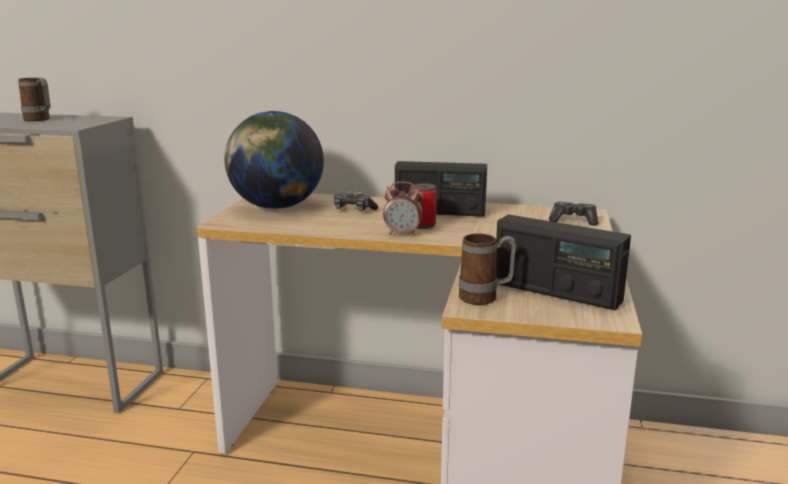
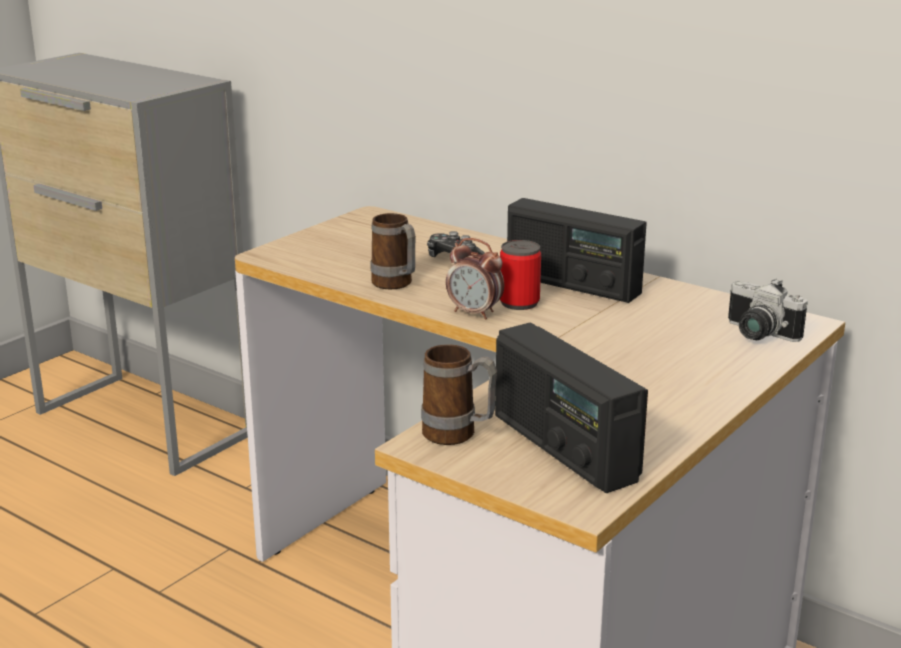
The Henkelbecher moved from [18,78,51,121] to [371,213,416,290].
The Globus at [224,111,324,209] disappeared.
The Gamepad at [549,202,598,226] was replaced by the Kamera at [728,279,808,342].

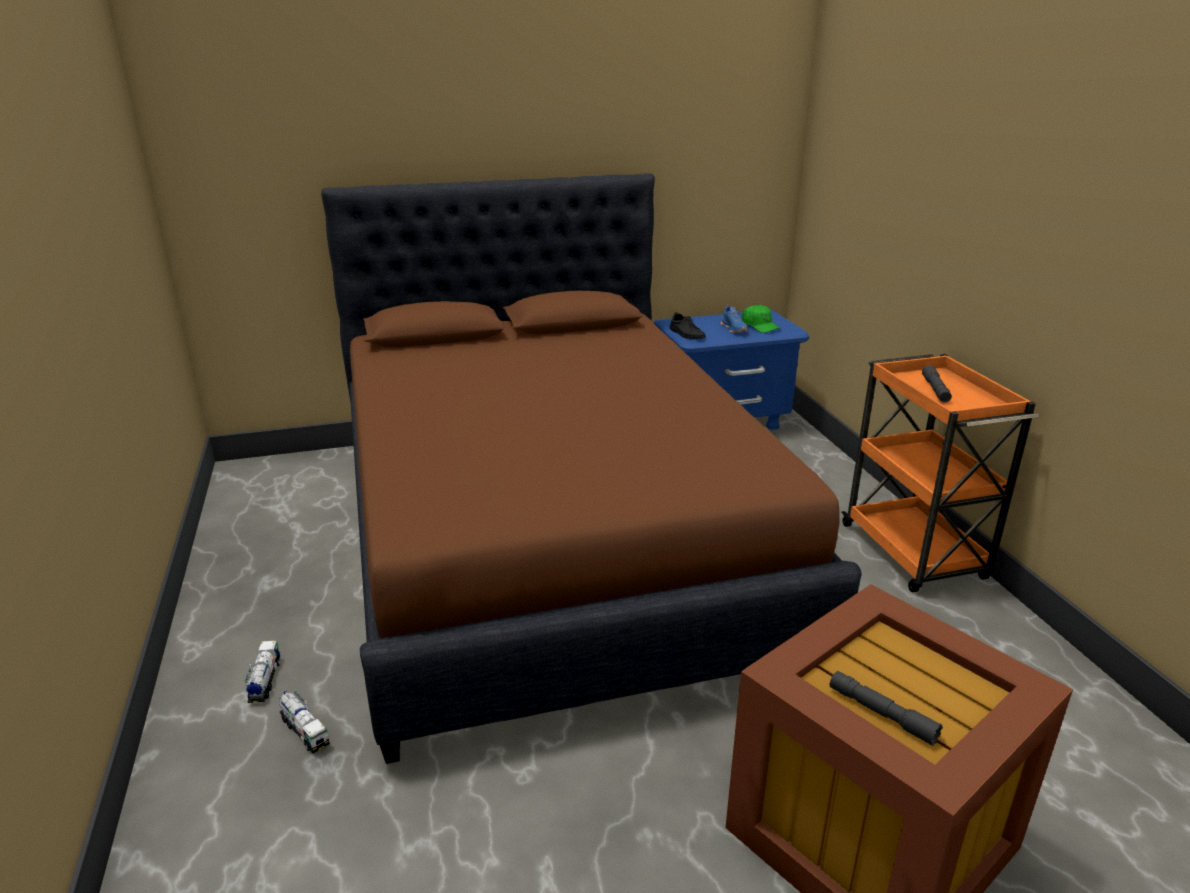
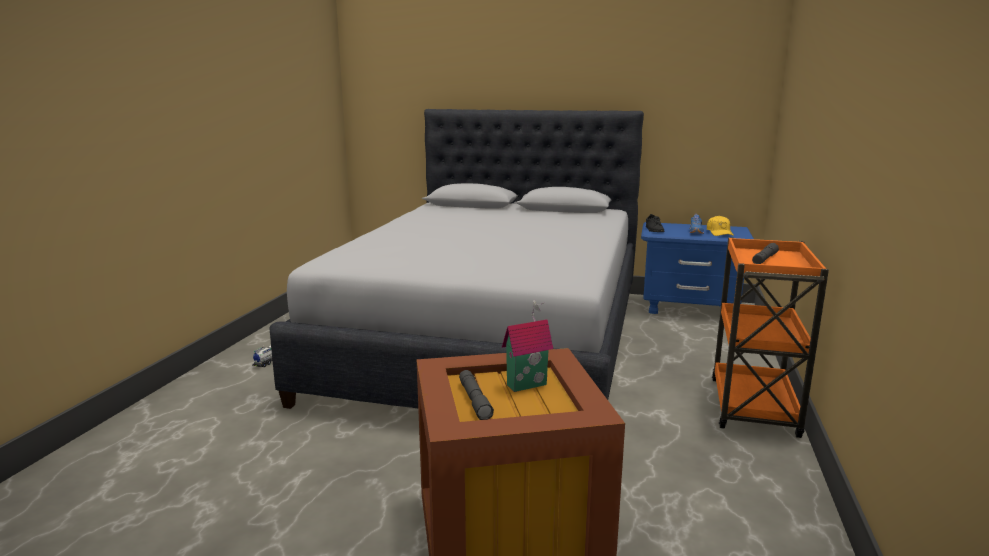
The Bett/braun at [321,173,862,764] became the Bett/grau at [269,109,644,409].
The Kappe/grün at [742,304,780,333] became the Kappe/gelb at [707,215,734,236].
The Spielzeuglaster at [279,689,330,753] disappeared.
The Spielzeughaus at [502,300,553,392] appeared.

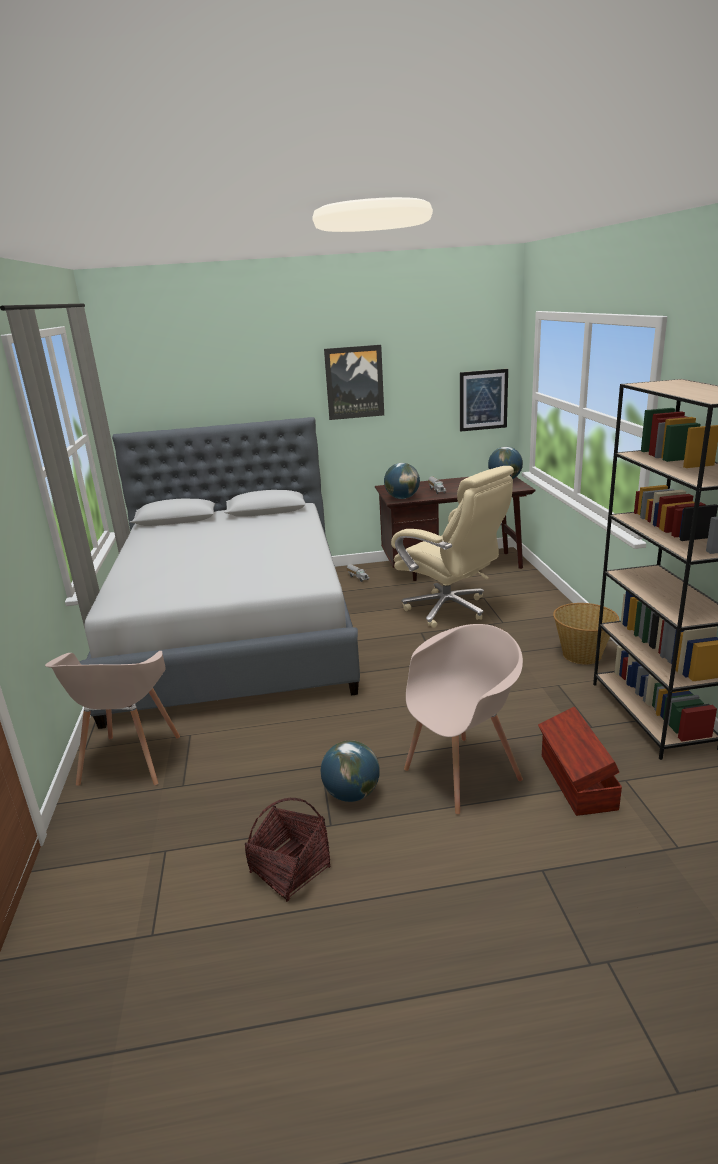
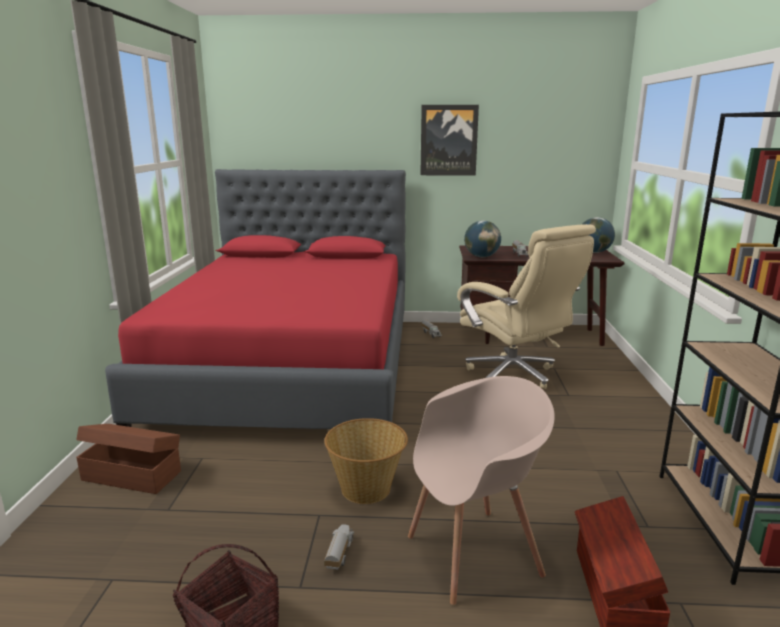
The Bild at [460,369,508,432] disappeared.
The Bett/grau at [79,417,360,729] became the Bett/rot at [105,169,406,429].
The Korb moved from [553,603,619,665] to [324,418,408,504].
The Stuhl/beige at [45,651,180,786] was replaced by the Aufbewahrungsbox/braun at [76,424,181,494].
The Globus at [321,740,380,802] was replaced by the Spielzeuglaster at [324,524,354,570].

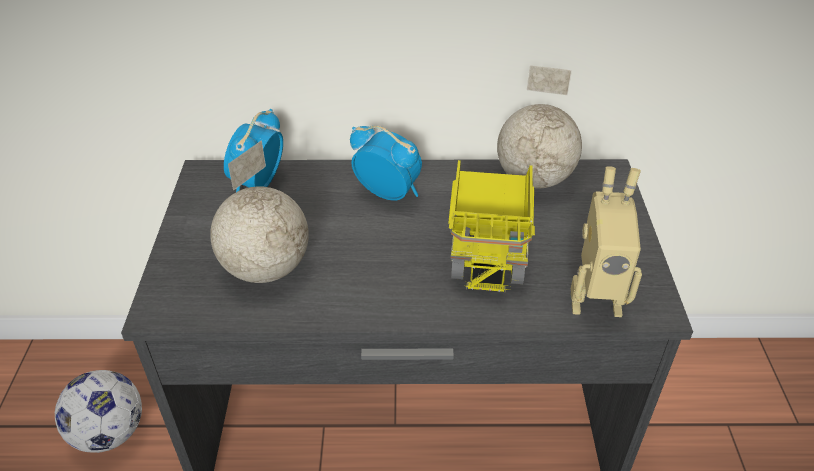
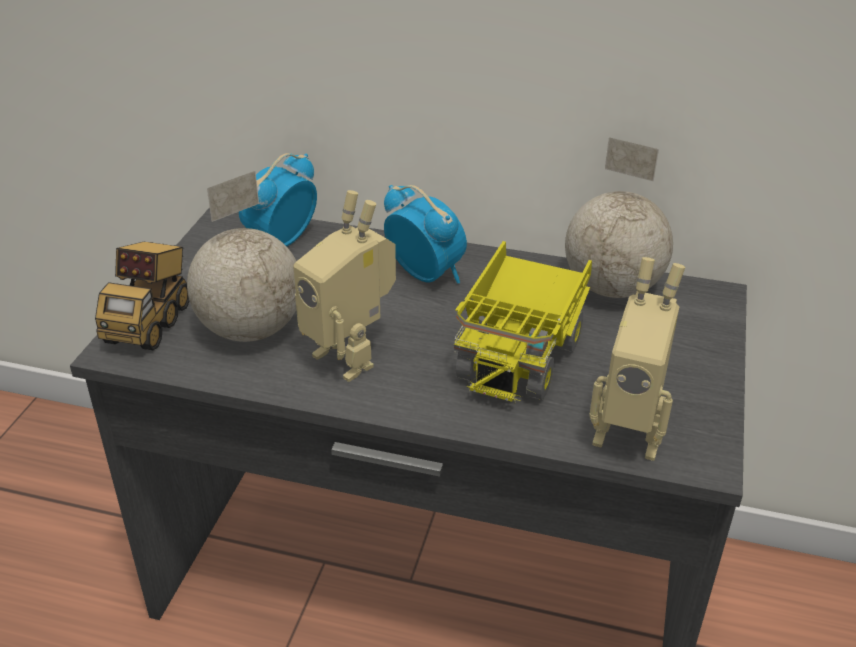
The Fußball at [55,370,142,453] disappeared.
The Spielzeugroboter at [294,190,396,382] appeared.
The Spielzeuglaster at [95,242,189,350] appeared.

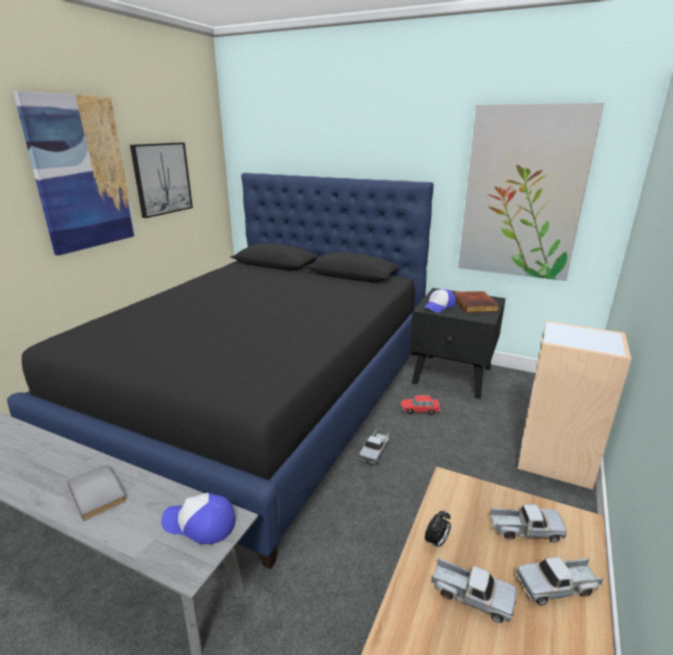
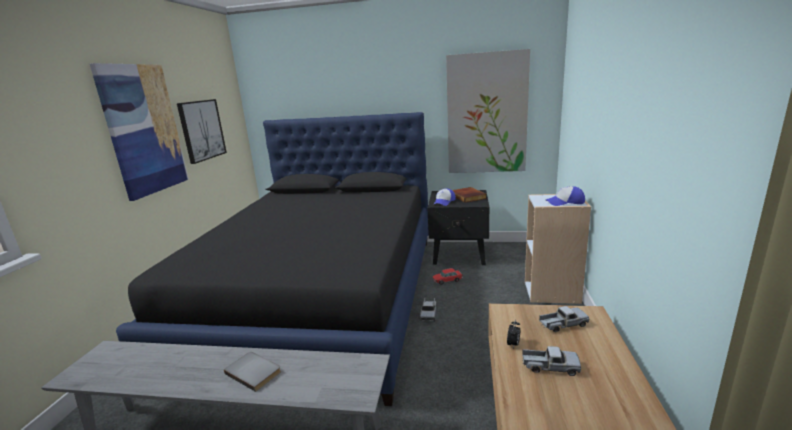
The Kappe moved from [161,493,235,544] to [546,186,585,206].
The Spielzeuglaster at [516,557,604,606] disappeared.

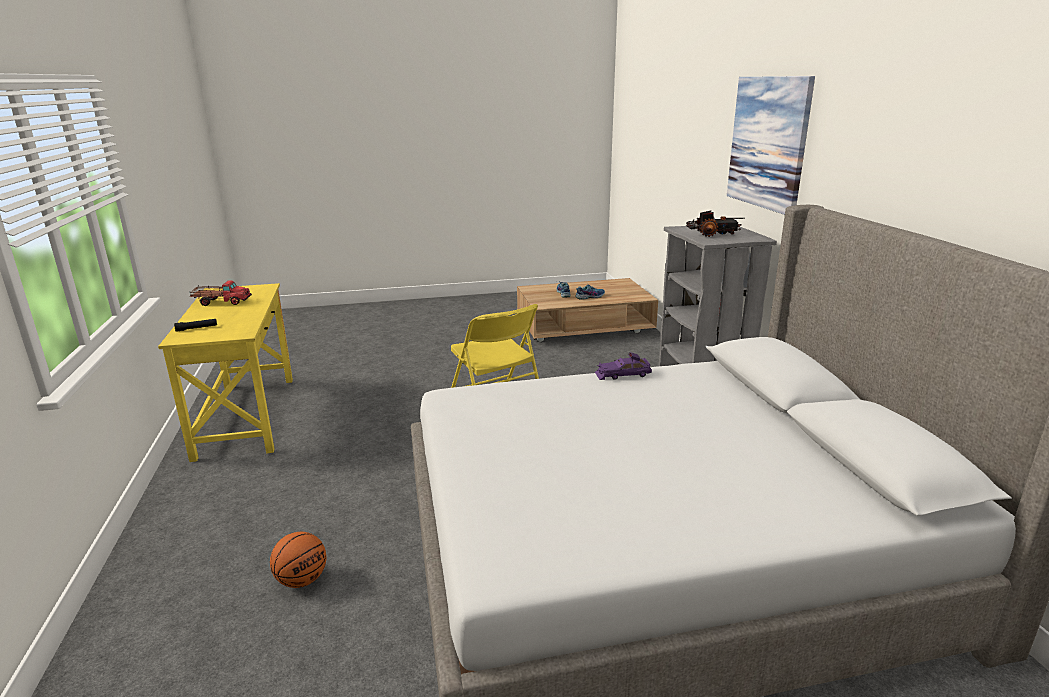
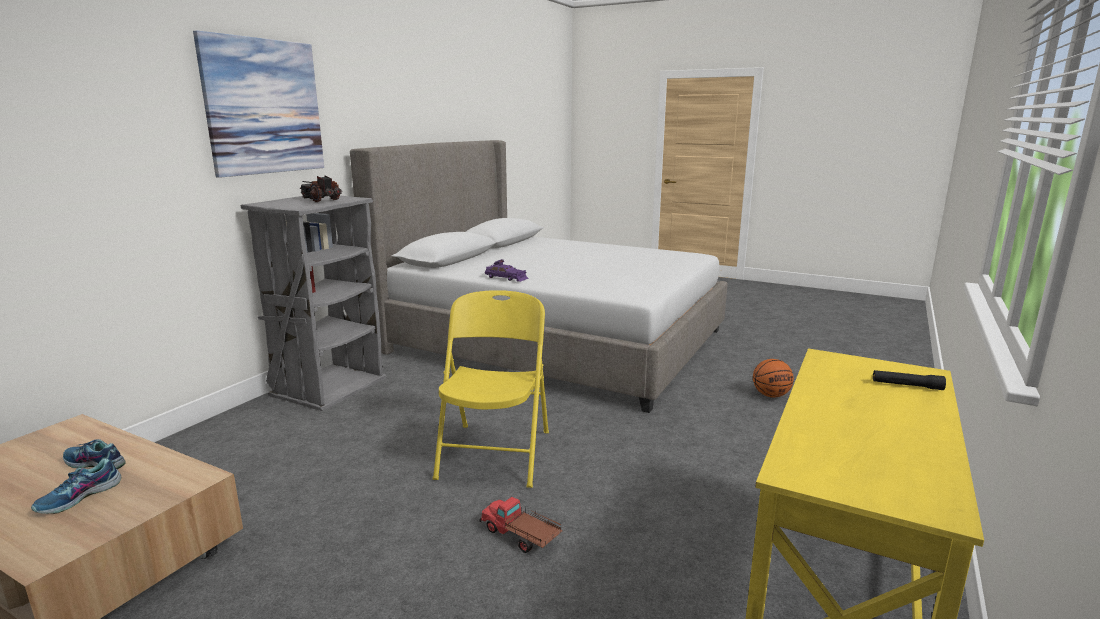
The Spielzeuglaster moved from [190,281,252,306] to [479,497,562,553].

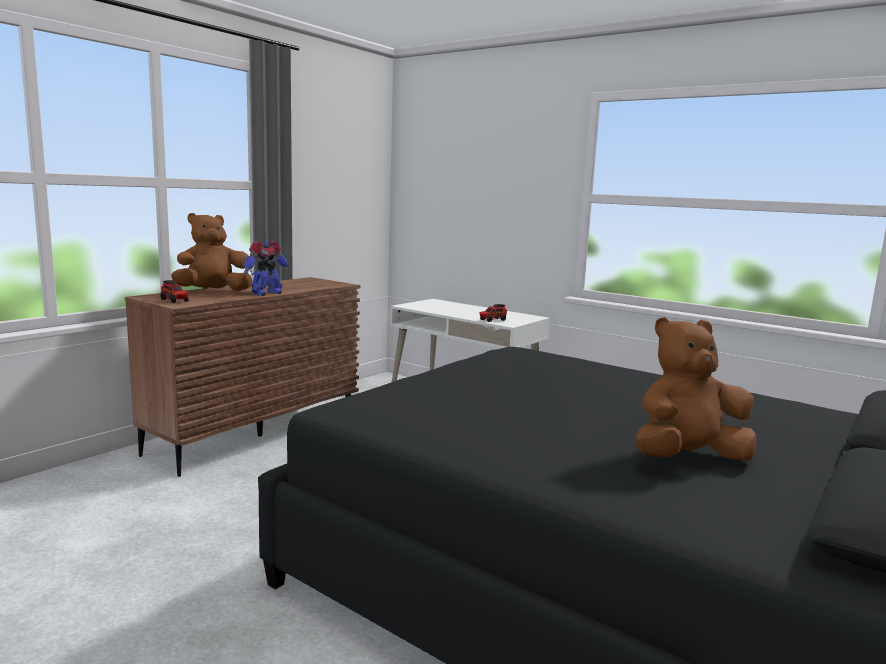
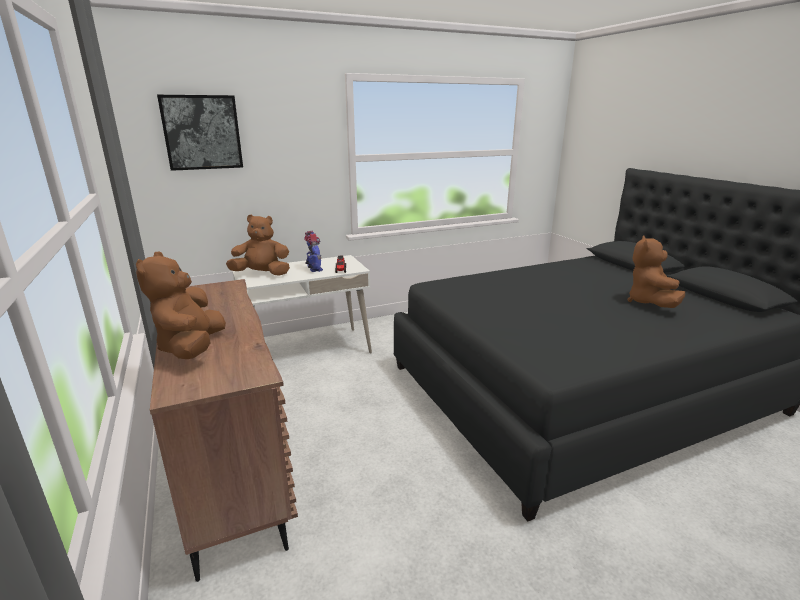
The Spielzeugroboter moved from [244,241,290,296] to [304,231,323,272].
The Spielzeuglaster at [160,280,189,303] disappeared.
The Bild at [157,95,243,171] appeared.
The Plüschtier/braun at [226,214,290,276] appeared.

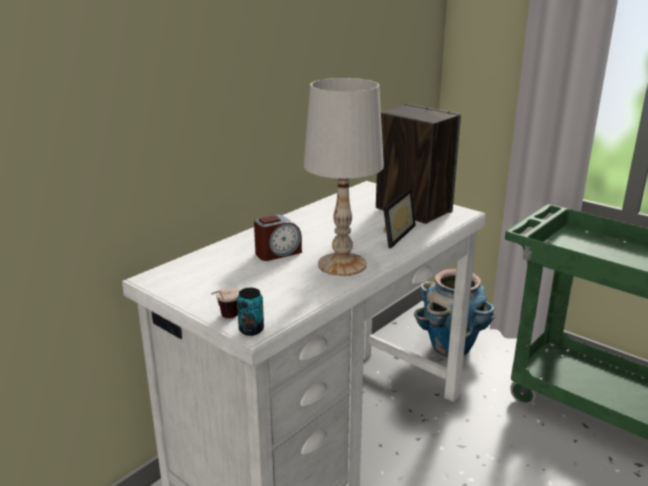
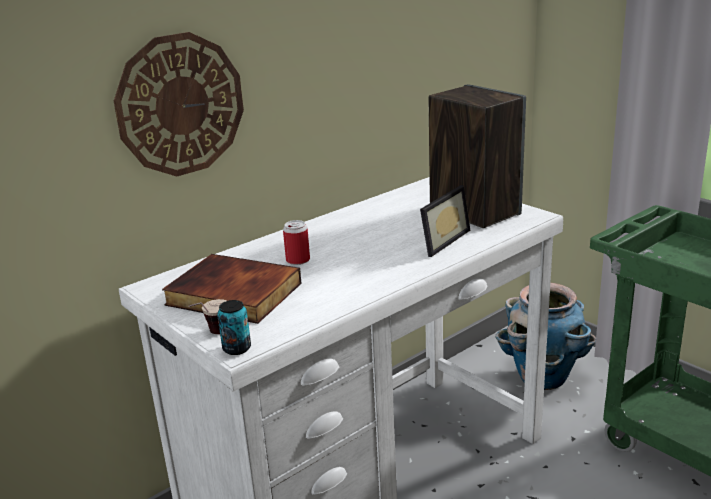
The Tischlampe/weiß at [304,78,384,276] disappeared.
The Wecker at [254,215,302,261] was replaced by the Dose at [283,220,310,265].
The Wanduhr at [114,32,244,177] appeared.
The Buch at [162,254,302,324] appeared.

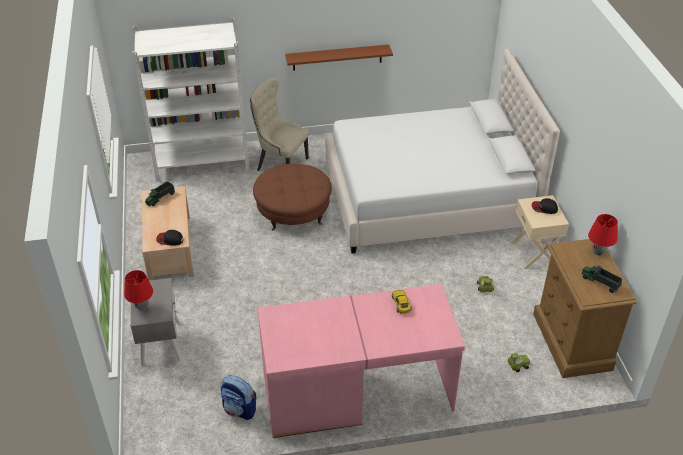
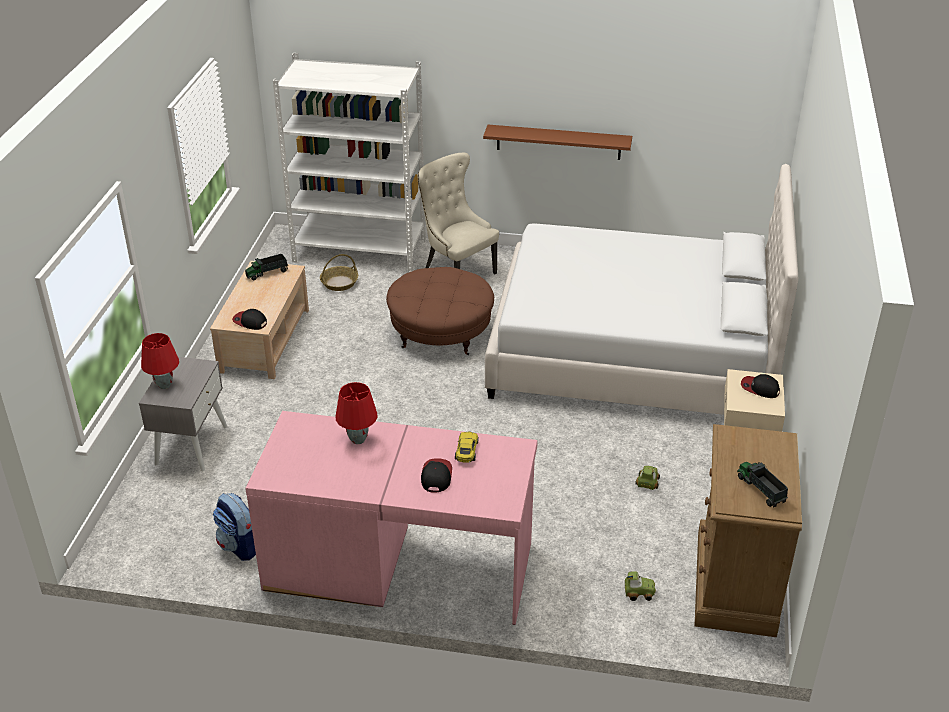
The Tischlampe/rot moved from [588,214,618,256] to [336,382,378,444].
The Korb at [320,254,358,291] appeared.
The Kappe at [421,458,452,493] appeared.

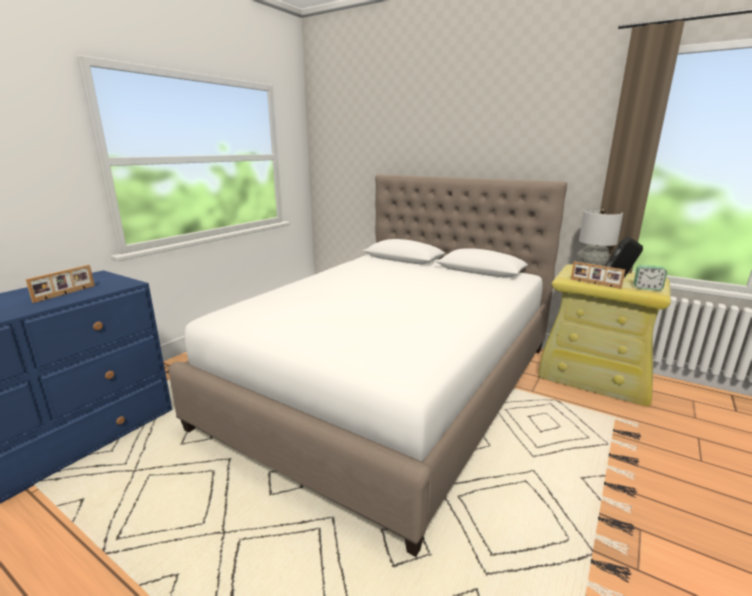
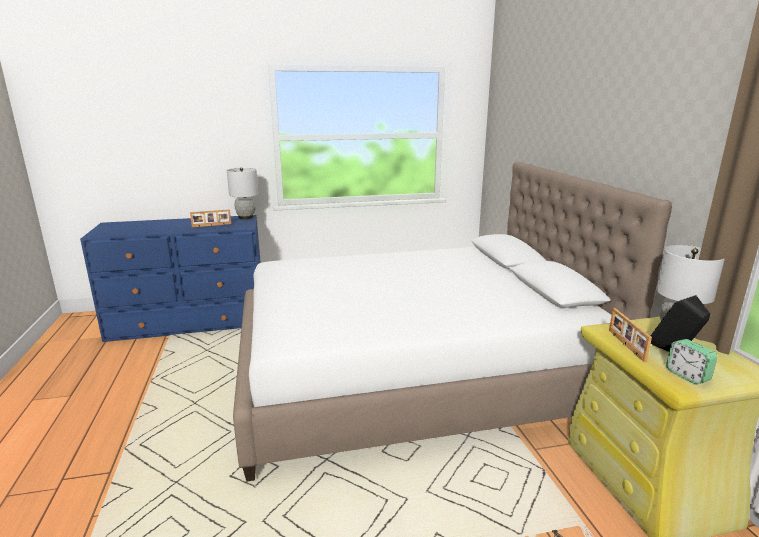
The Tischlampe/weiß at [227,167,259,219] appeared.

